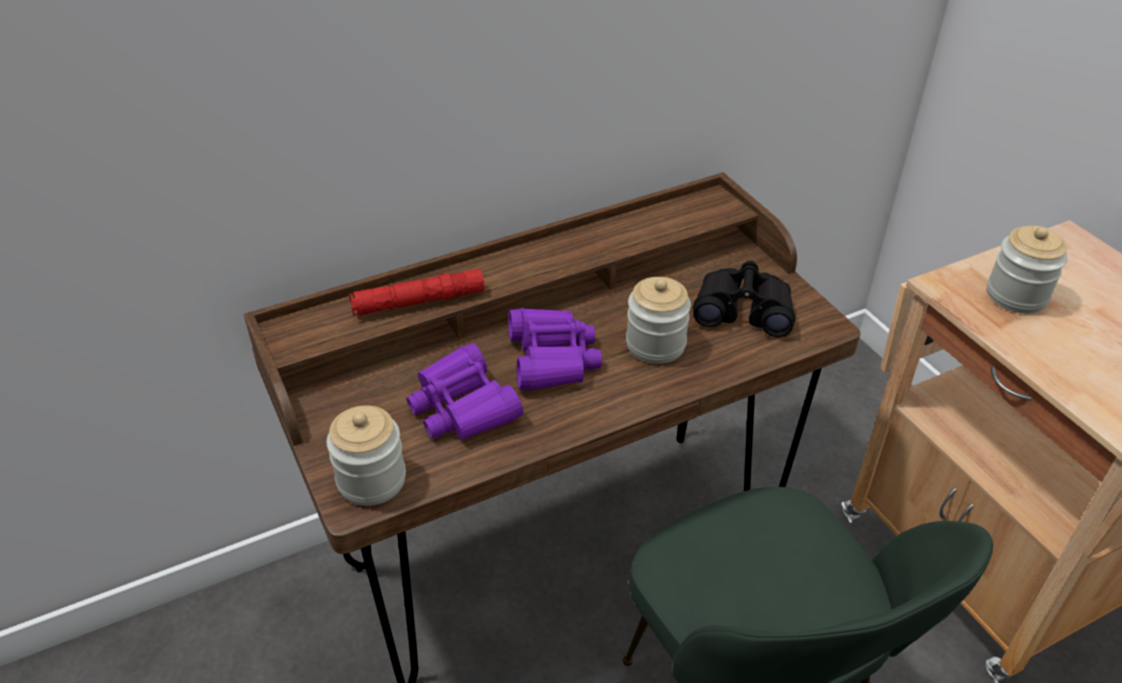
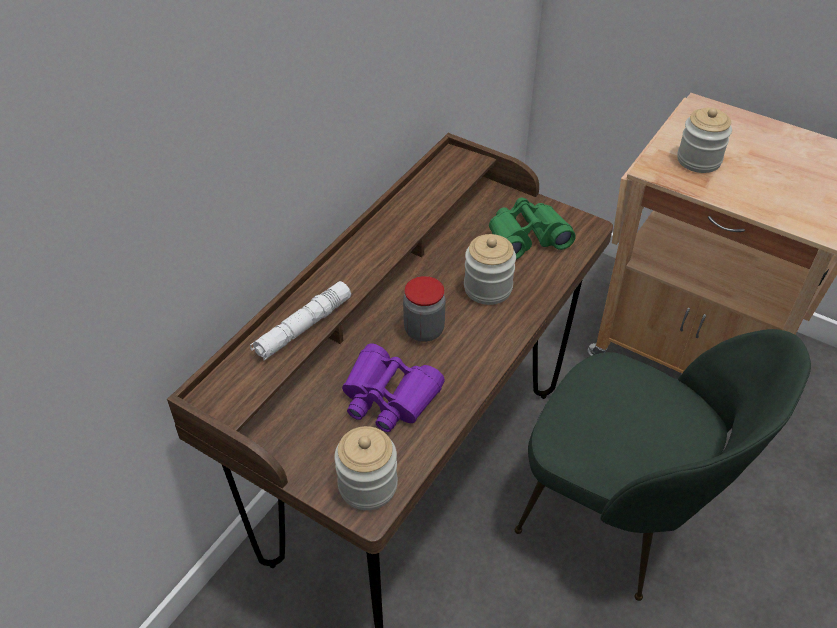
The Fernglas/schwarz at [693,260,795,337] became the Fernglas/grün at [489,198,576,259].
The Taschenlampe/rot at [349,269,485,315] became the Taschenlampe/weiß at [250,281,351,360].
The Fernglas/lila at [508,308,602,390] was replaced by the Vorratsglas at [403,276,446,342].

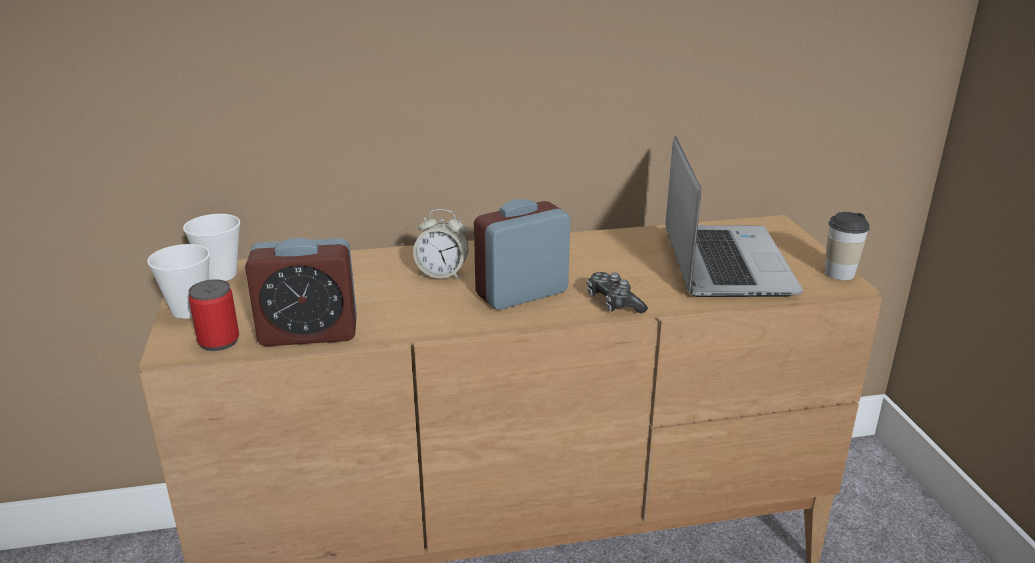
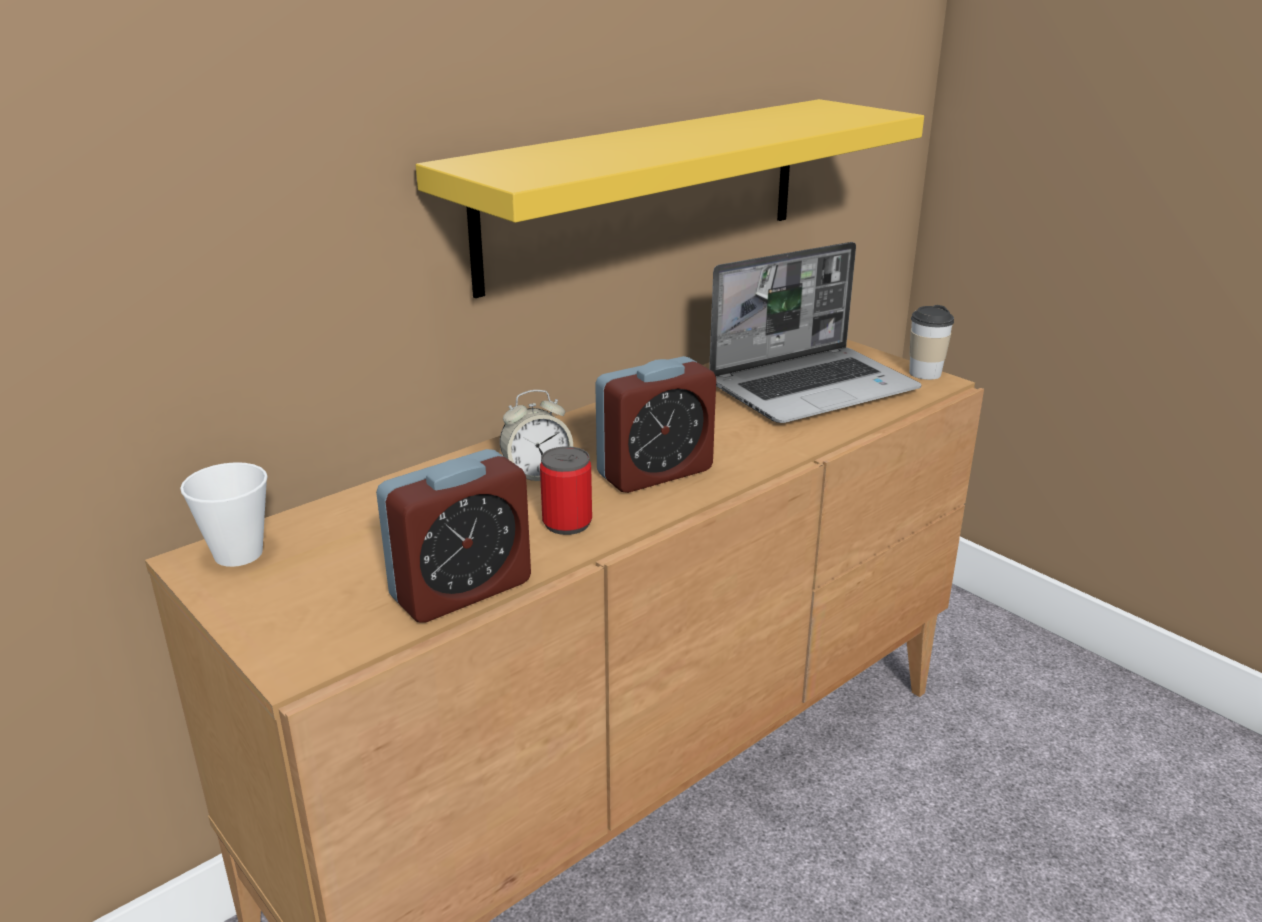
The Laptop at [666,136,803,297] turned 90 degrees clockwise.
The Wecker at [474,199,570,310] turned 150 degrees counterclockwise.
The Tasse at [147,244,210,319] disappeared.
The Gamepad at [587,272,648,313] disappeared.
The Dose moved from [189,279,239,351] to [540,446,592,535].
The Wandregal/gelb at [416,99,924,298] appeared.

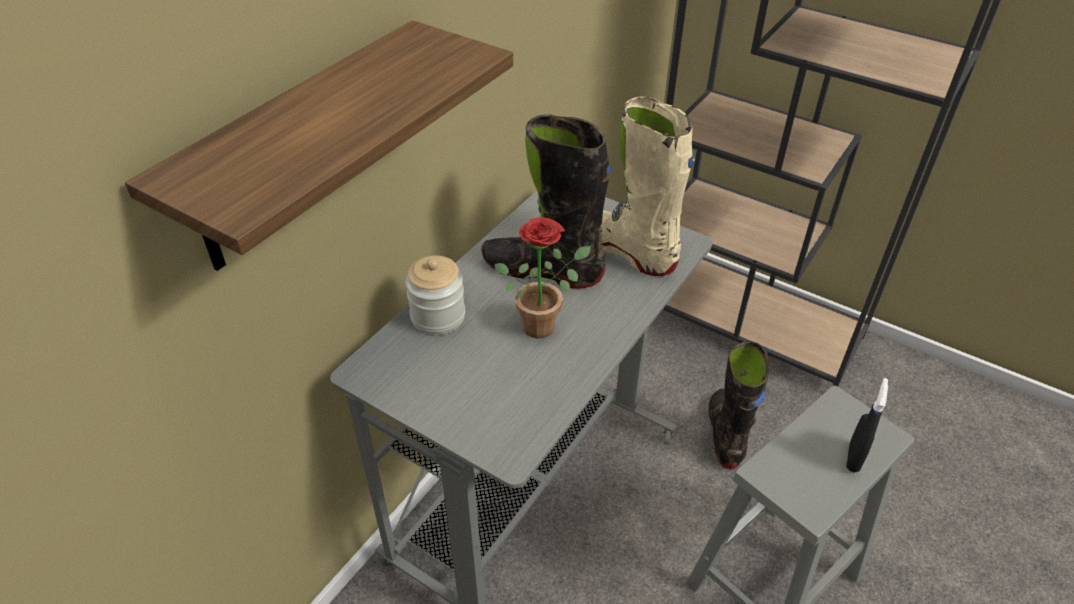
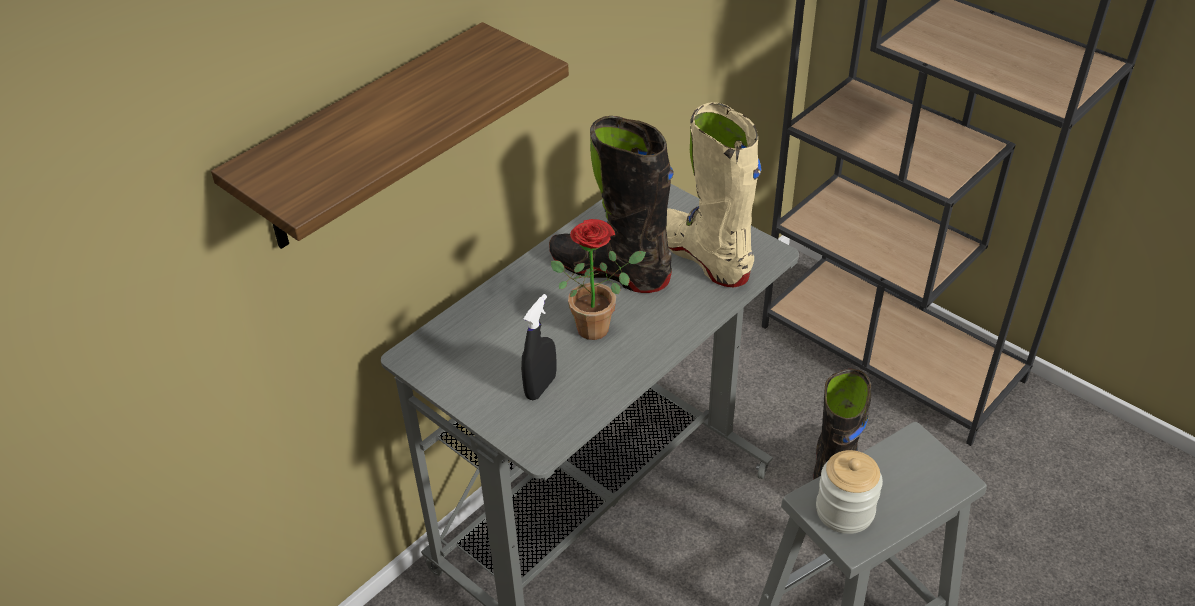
The Vorratsglas moved from [405,255,465,335] to [816,450,883,534].
The Sprühflasche/schwarz moved from [846,378,888,472] to [521,294,557,400].

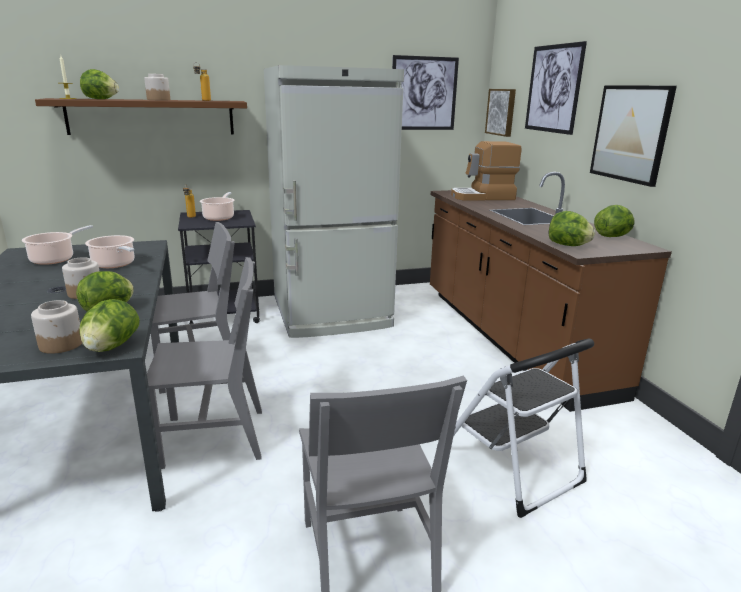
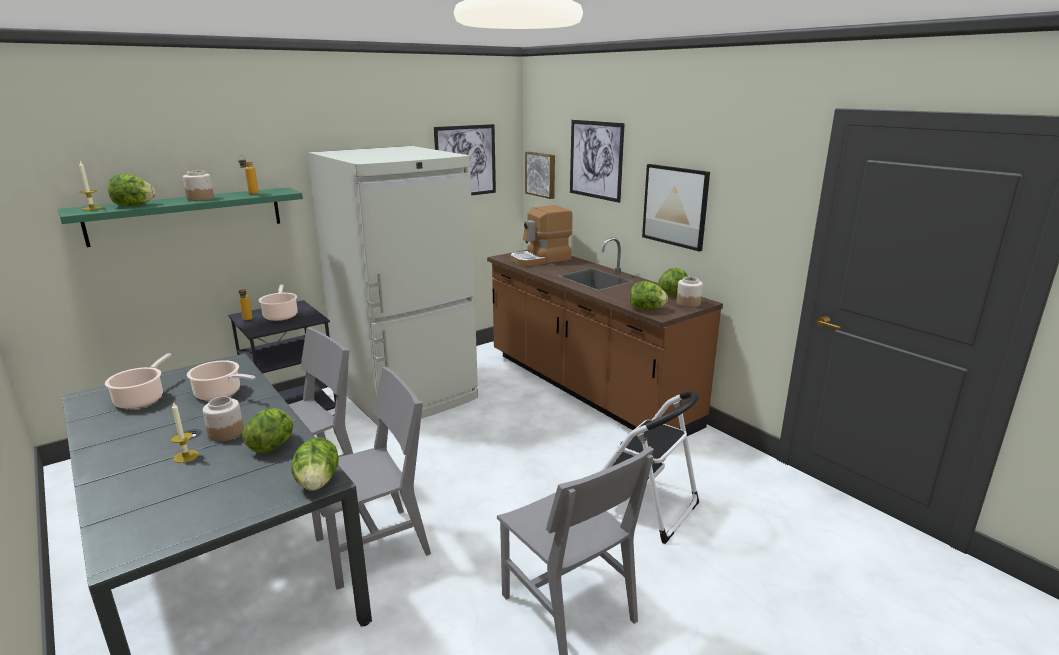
The Wandregal/braun at [35,98,247,135] became the Wandregal/grün at [58,187,303,247].
The Vorratsglas moved from [31,300,82,354] to [676,277,703,307].
The Kerze at [171,403,199,463] appeared.

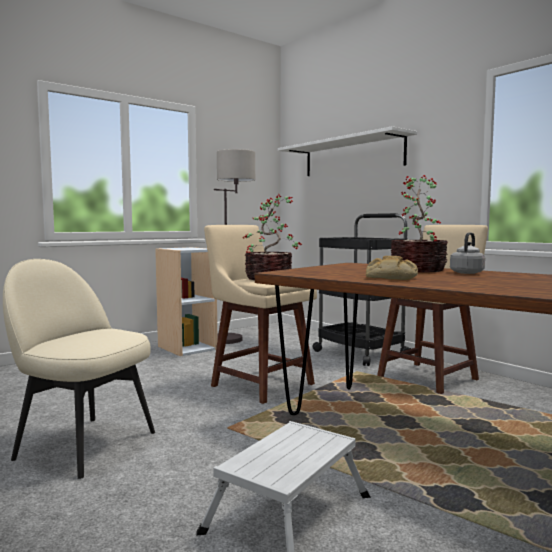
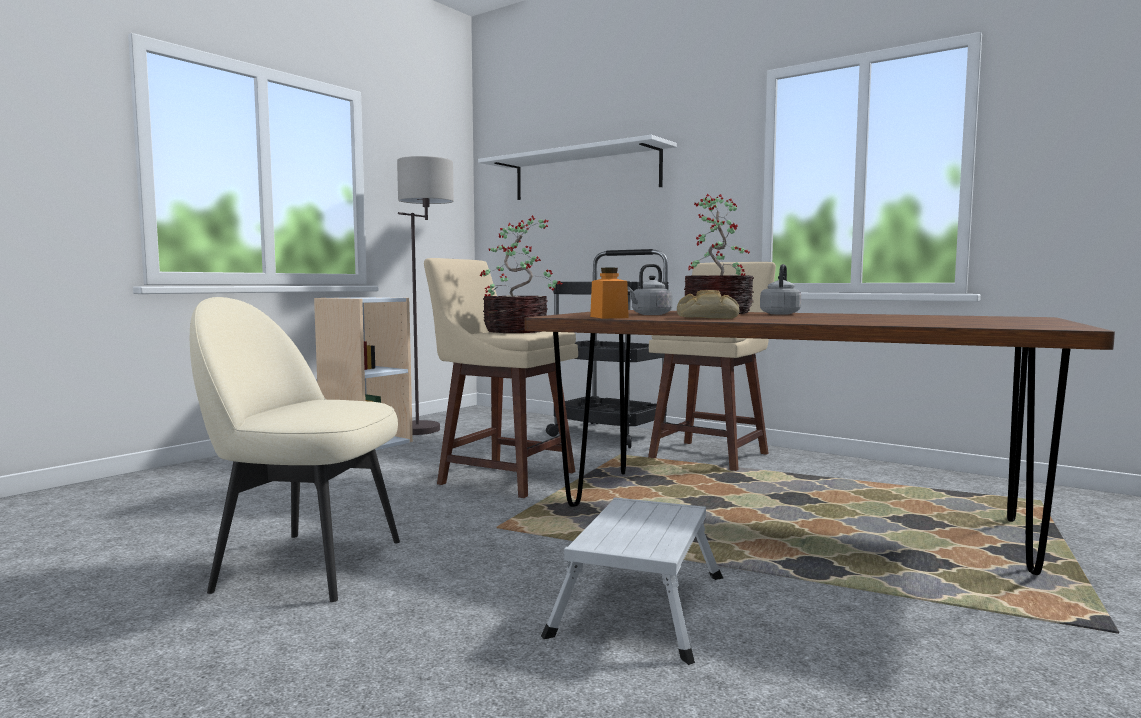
The Wasserkessel/grau at [628,264,673,315] appeared.
The Vorratsglas/orange at [590,268,629,318] appeared.

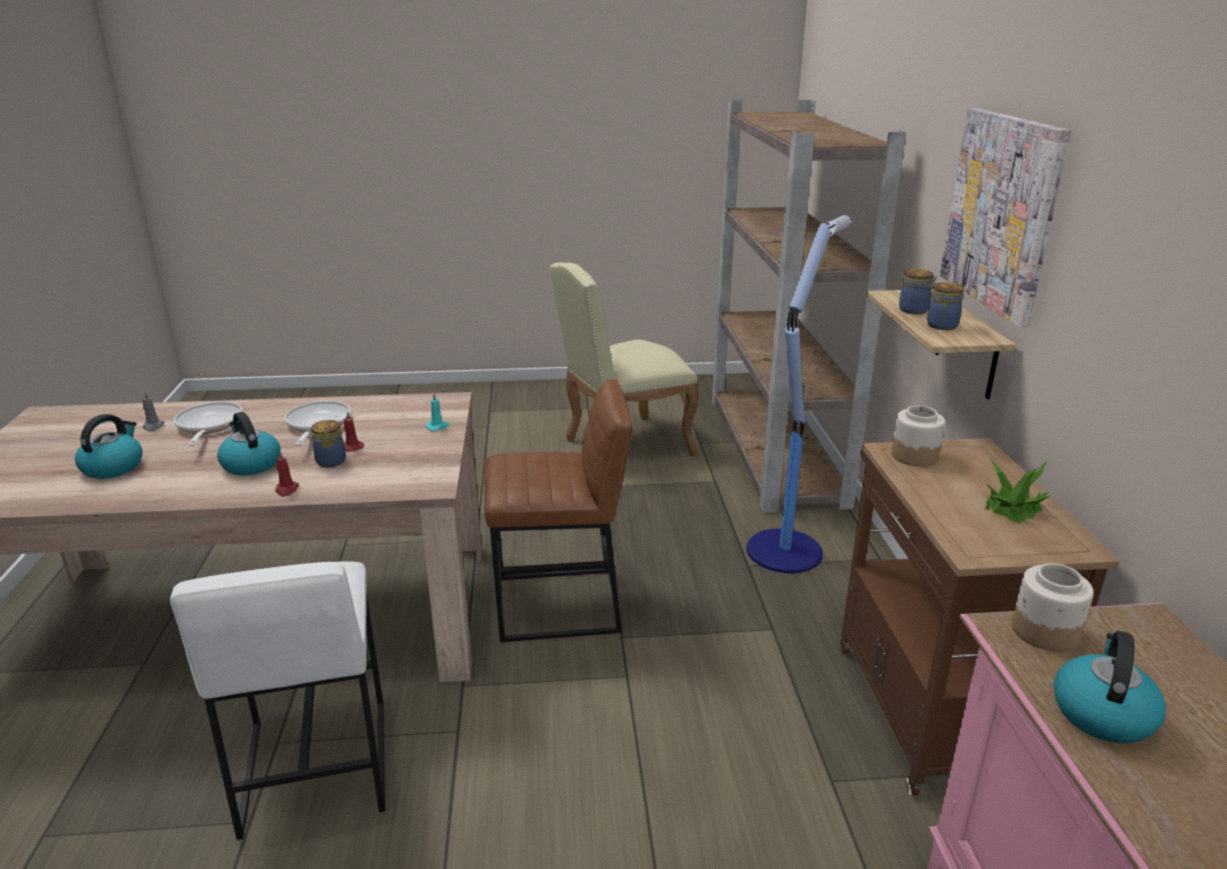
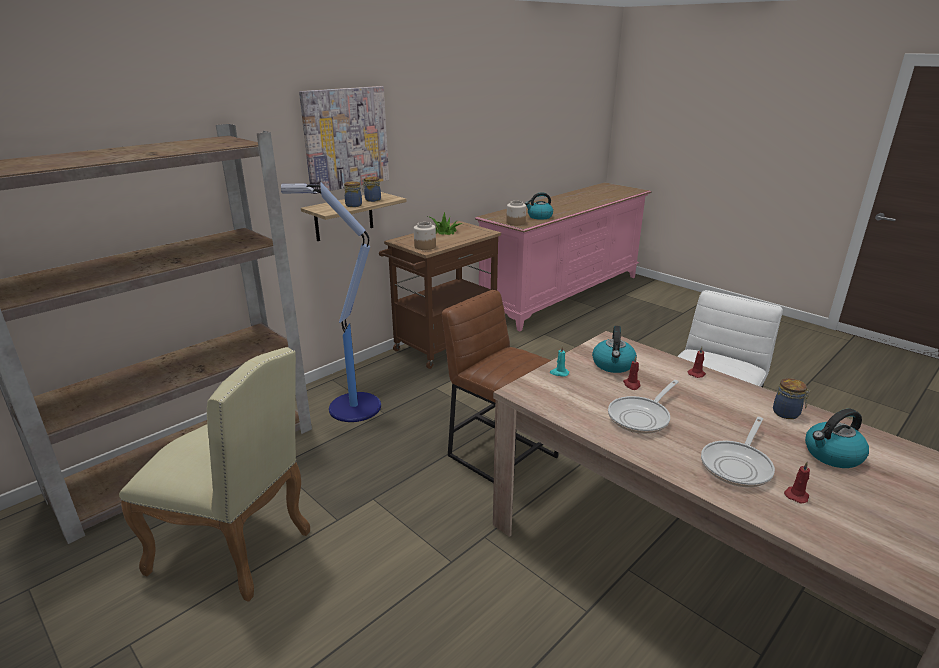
The Kerze/grau at [142,392,165,432] became the Kerze/rot at [784,462,810,503].
The Wasserkessel moved from [217,412,281,476] to [592,326,637,373].
The Vorratsglas moved from [307,420,346,467] to [773,378,810,419].

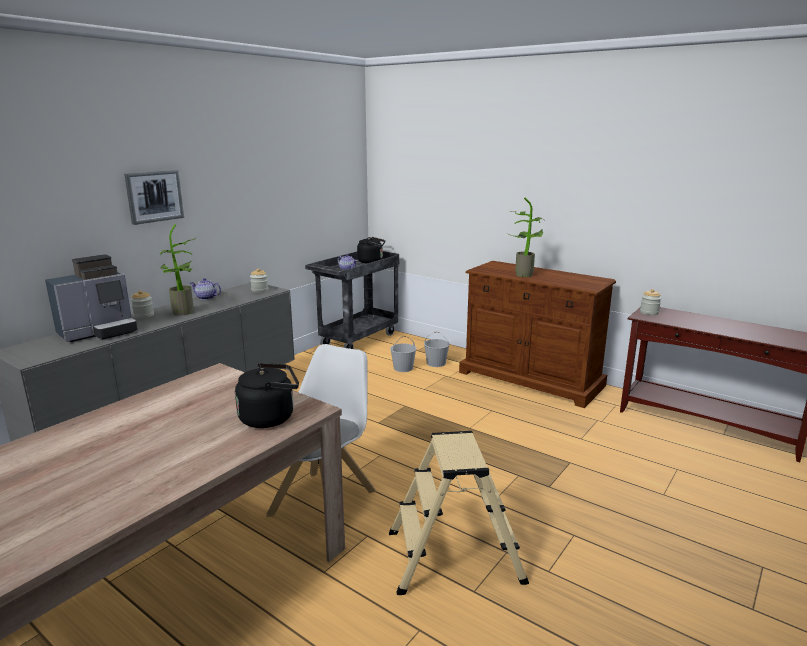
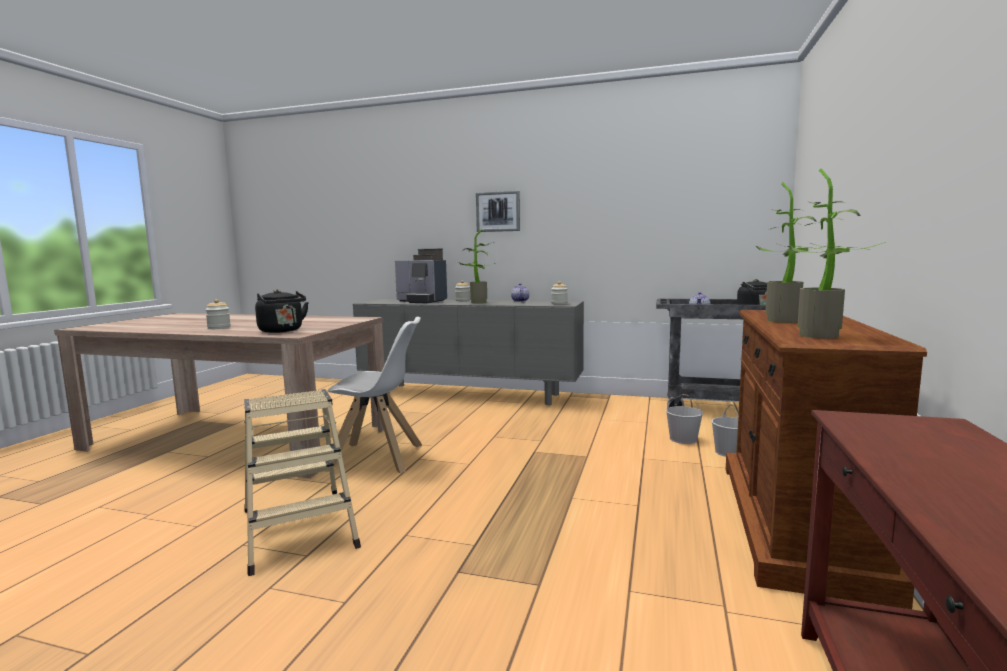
The Vorratsglas moved from [640,289,661,315] to [205,299,231,329].
The Topfpflanze at [788,169,886,339] appeared.

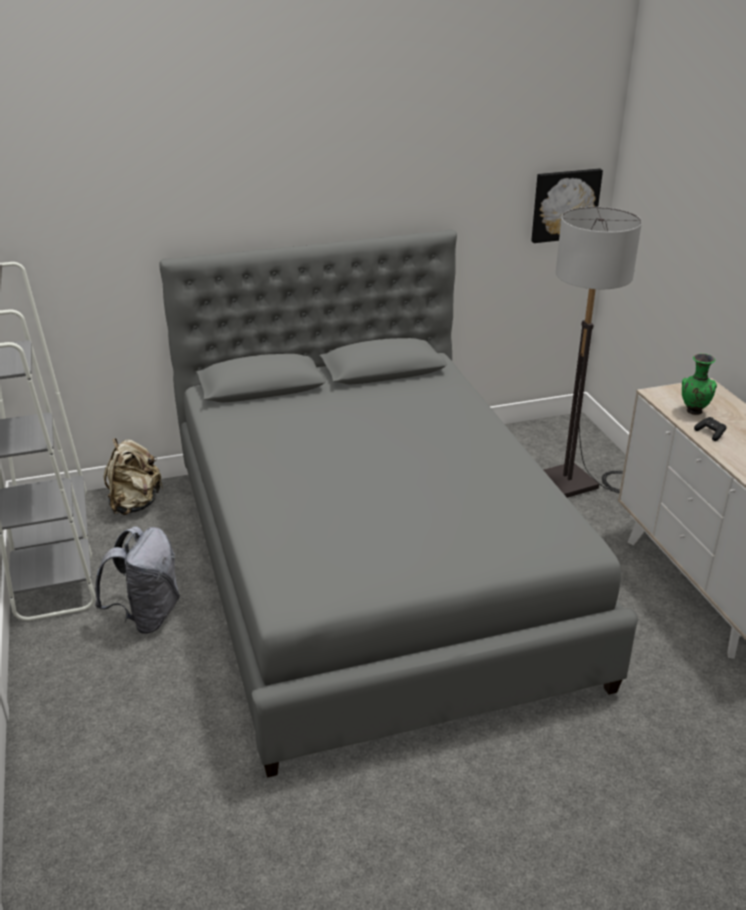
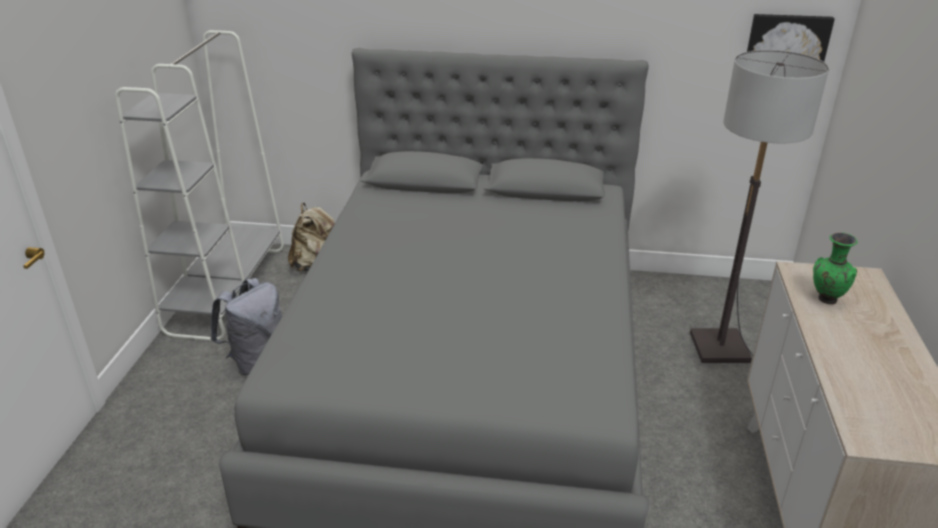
The Gamepad/schwarz at [694,417,726,441] disappeared.

